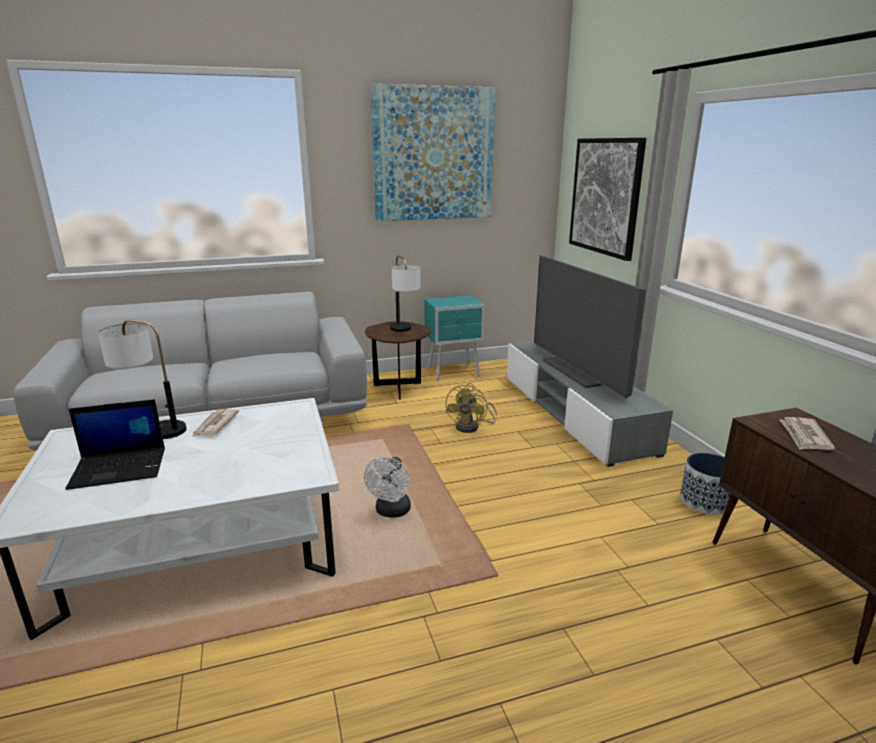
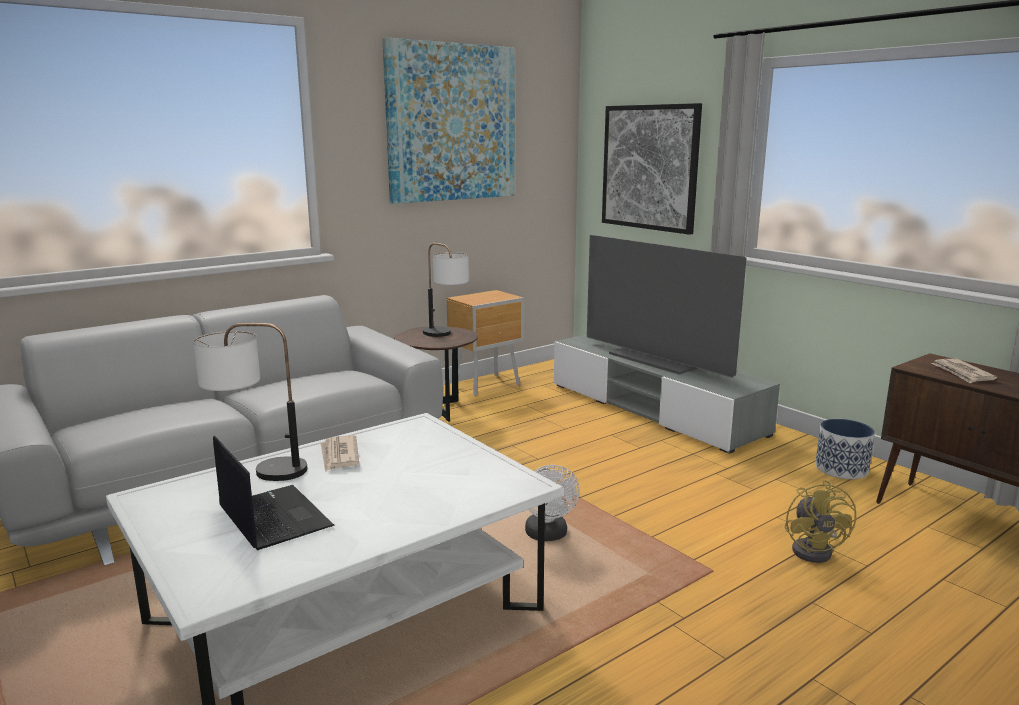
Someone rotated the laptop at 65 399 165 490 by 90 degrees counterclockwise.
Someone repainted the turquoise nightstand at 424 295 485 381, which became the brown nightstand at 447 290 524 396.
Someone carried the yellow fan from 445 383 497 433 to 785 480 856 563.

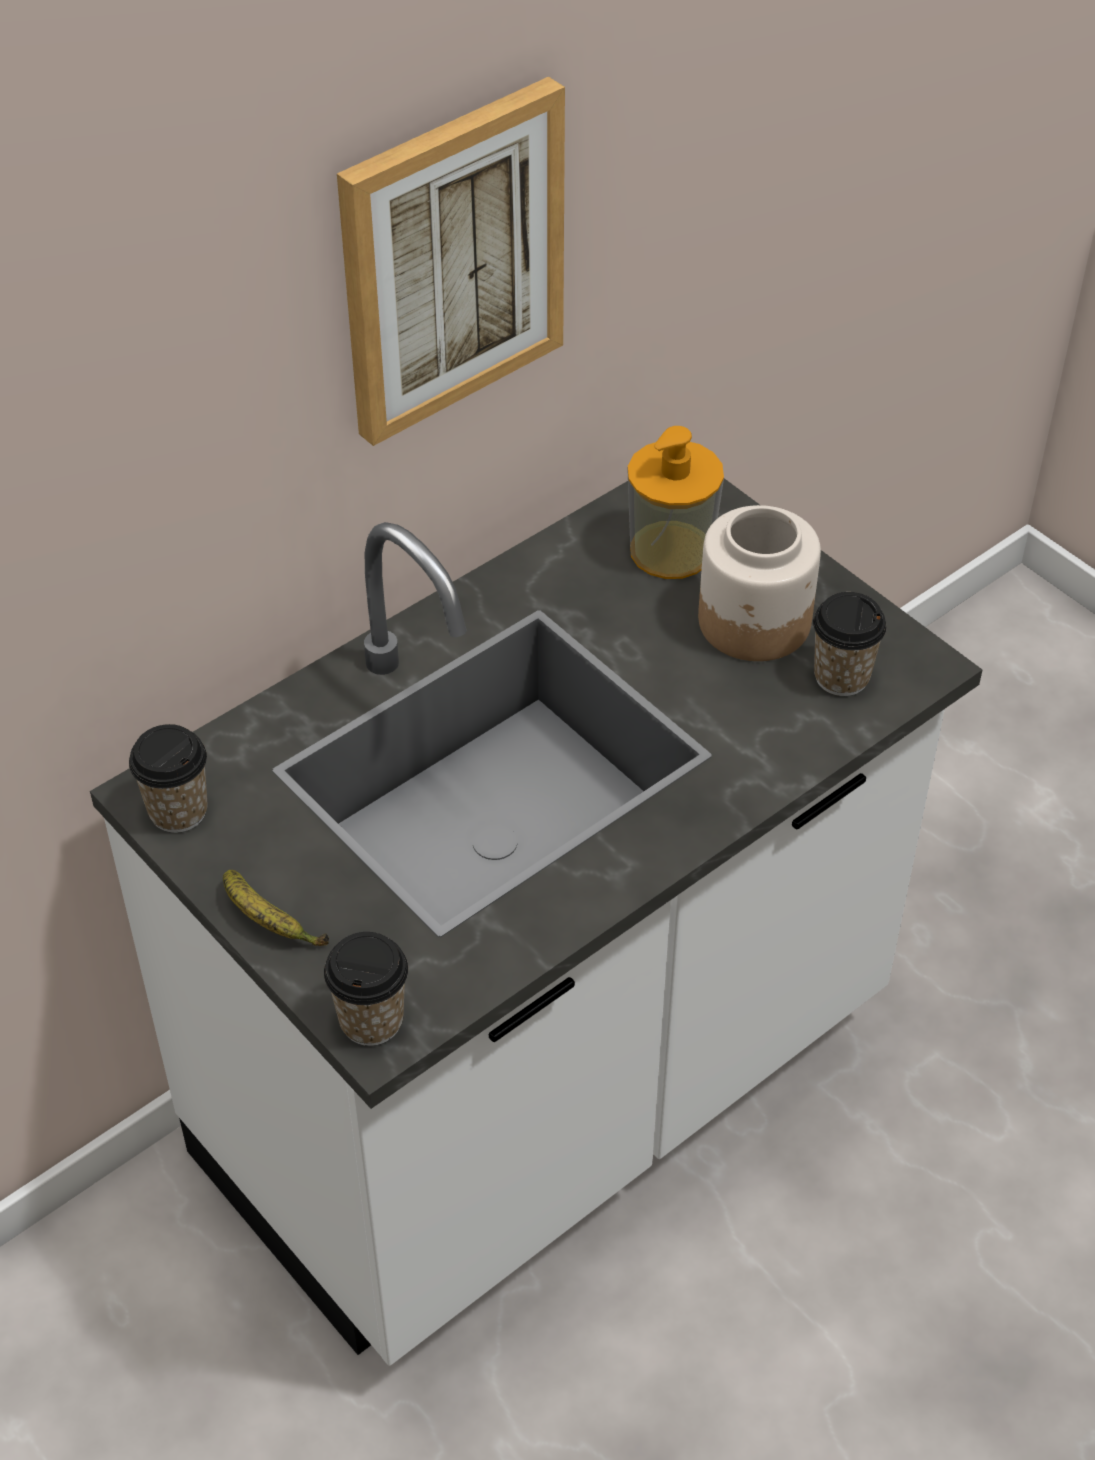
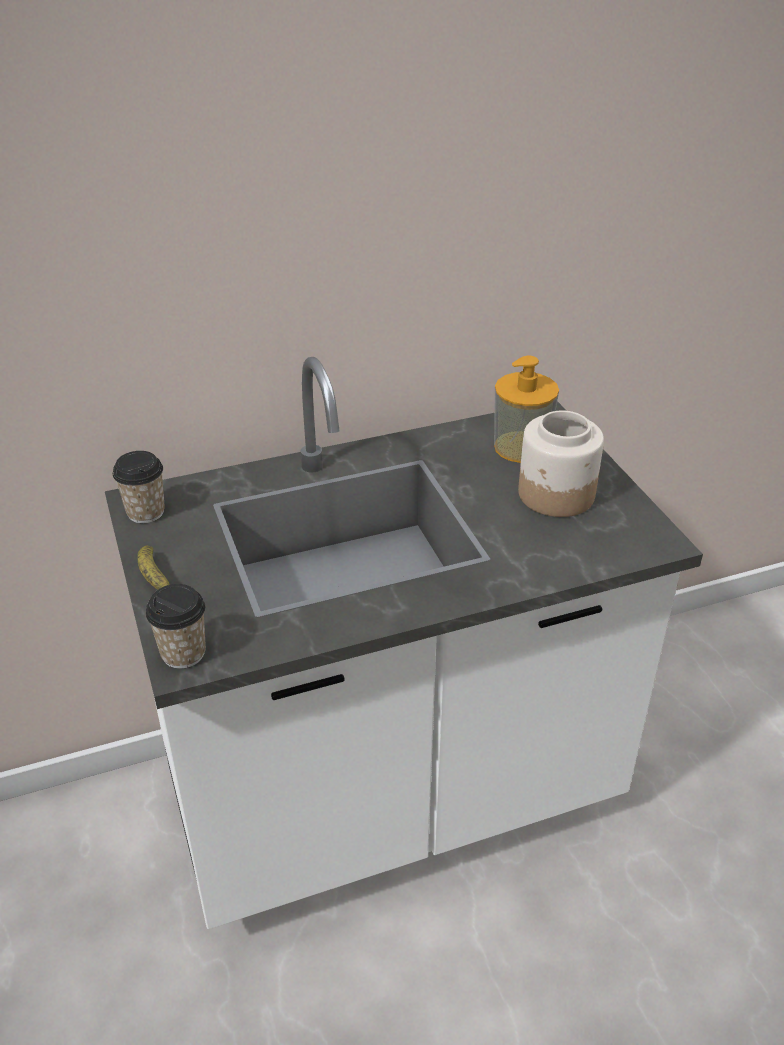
Someone took away the picture at 337 77 565 446.
Someone took away the cup at 813 592 887 696.

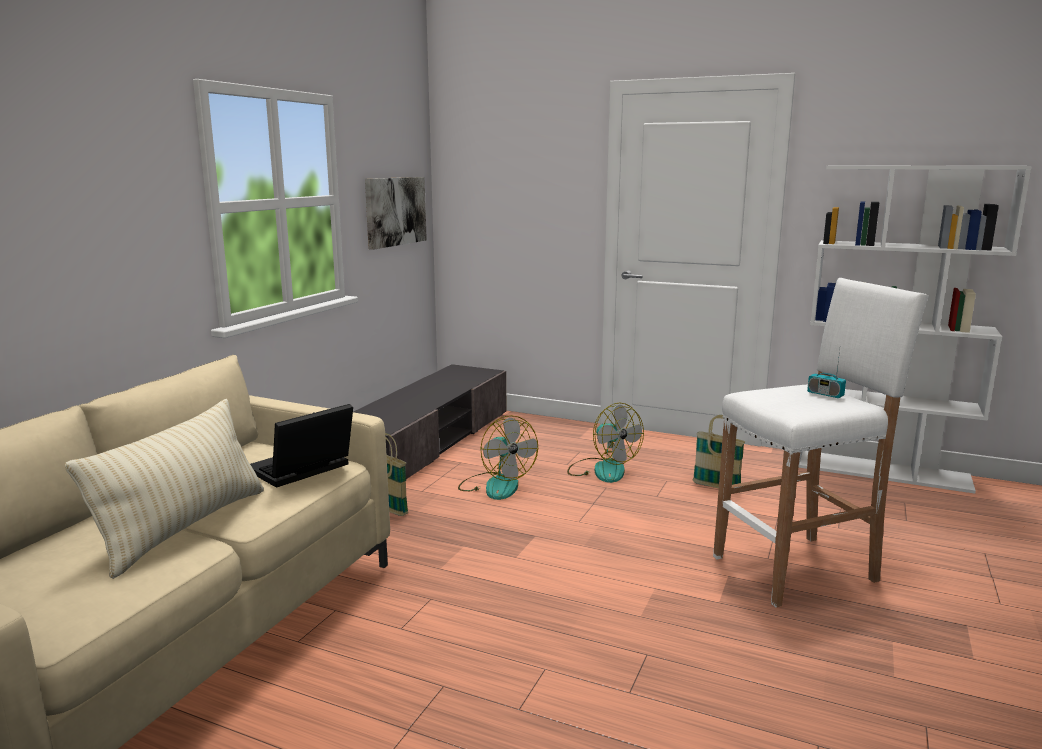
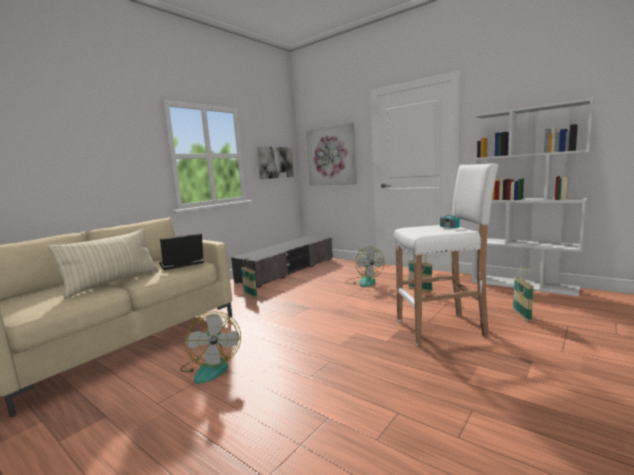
Someone carried the fan from 458 415 538 500 to 180 311 241 384.
Someone put up the picture at 306 122 357 186.
Someone put down the basket at 513 267 534 321.

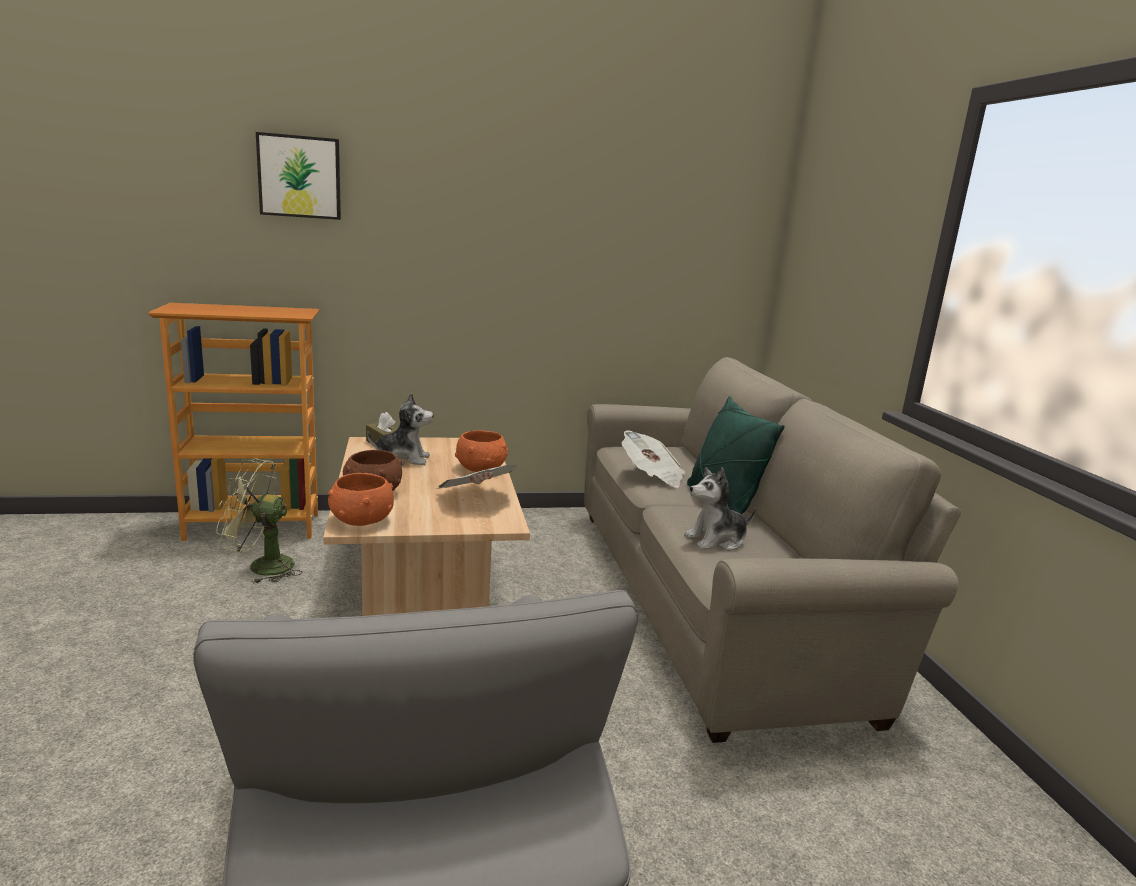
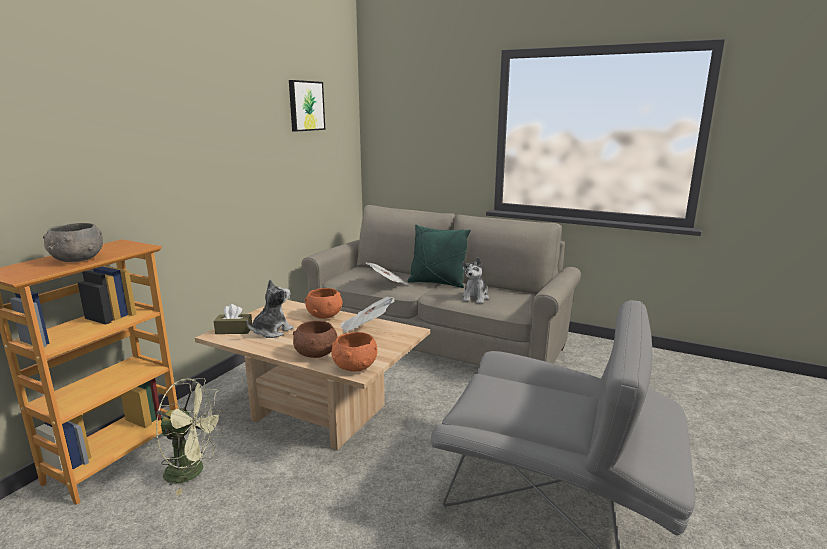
Someone rotated the green fan at 216 459 303 584 by 120 degrees counterclockwise.
Someone carried the picture from 256 132 341 220 to 289 80 325 132.
Someone put down the grey bowl at 43 223 103 262.

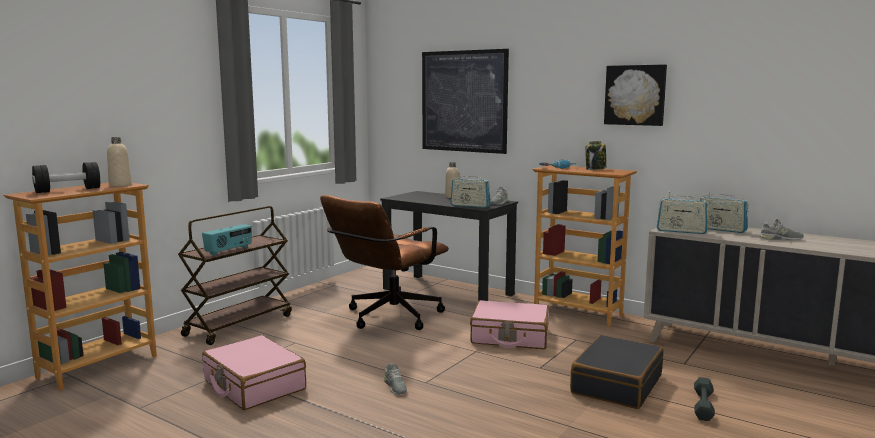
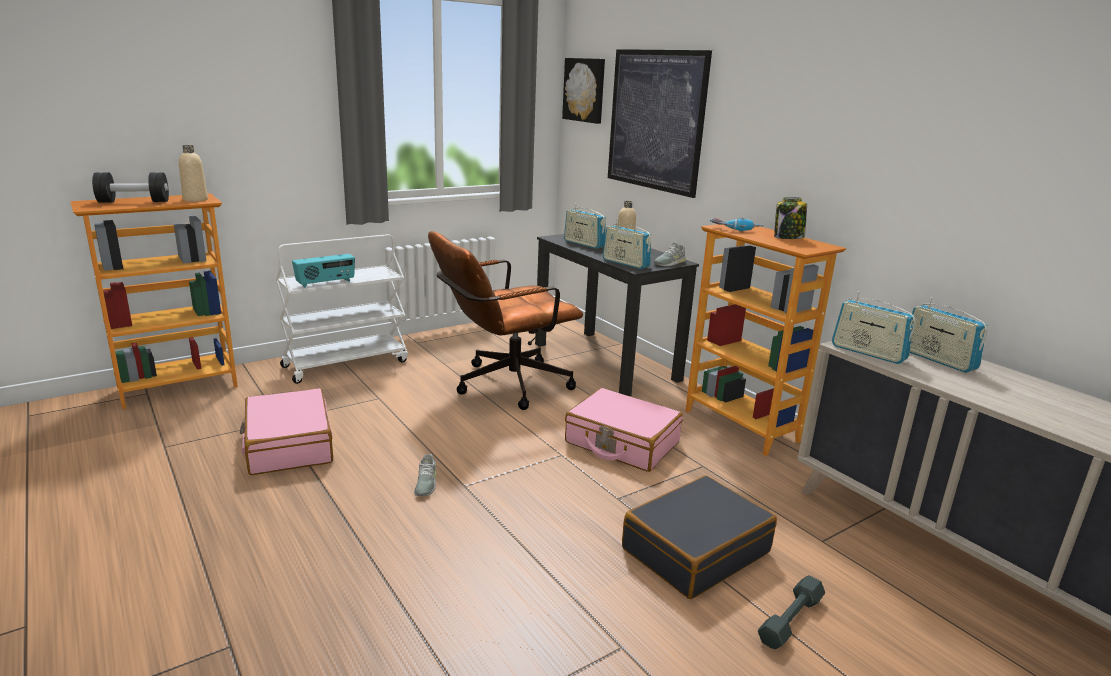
Someone repainted the brown cart at 178 206 292 345, which became the white cart at 276 234 408 384.
Someone carried the picture from 604 64 667 126 to 562 58 605 124.
Someone took away the grey shoe at 759 218 804 240.
Someone put down the radio at 564 203 606 249.

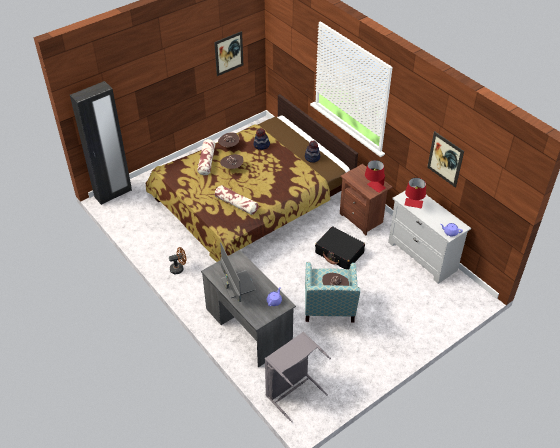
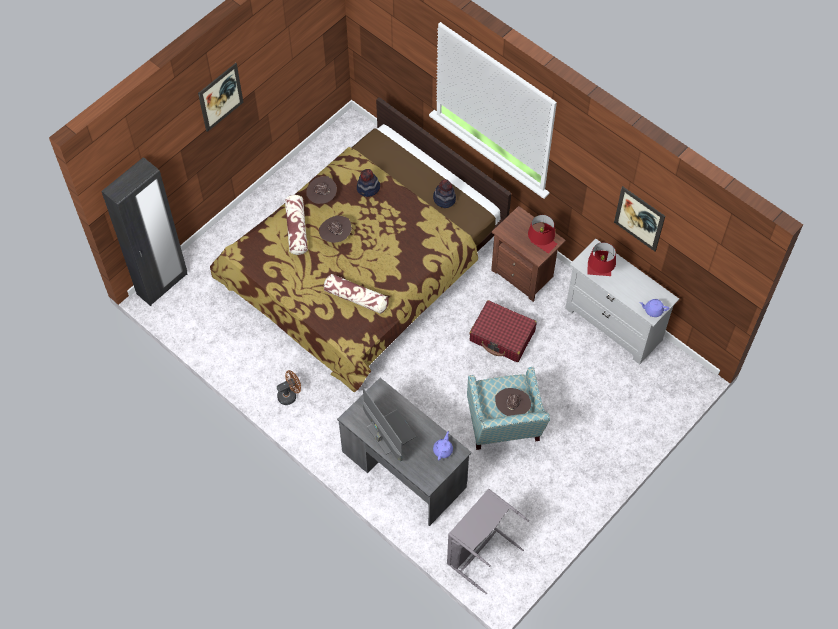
Someone carried the picture from 214 31 243 76 to 198 63 243 132.
Someone repainted the black suitcase at 315 226 365 270, which became the red suitcase at 469 300 537 362.

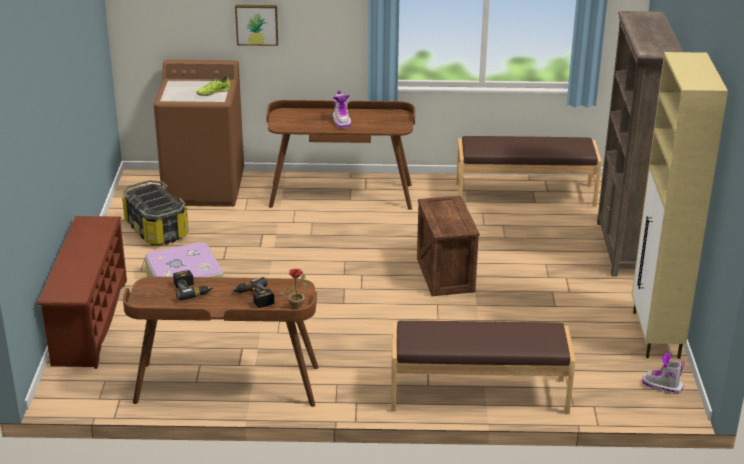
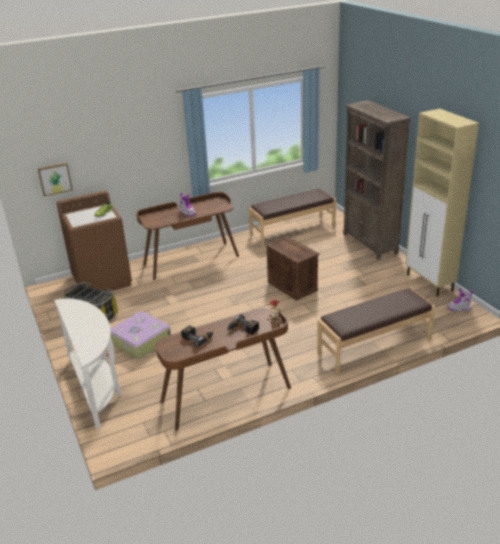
Someone swapped the brown shoe rack at 37 216 127 369 for the white console table at 54 298 122 428.
Someone carried the picture from 235 5 278 46 to 38 163 73 196.

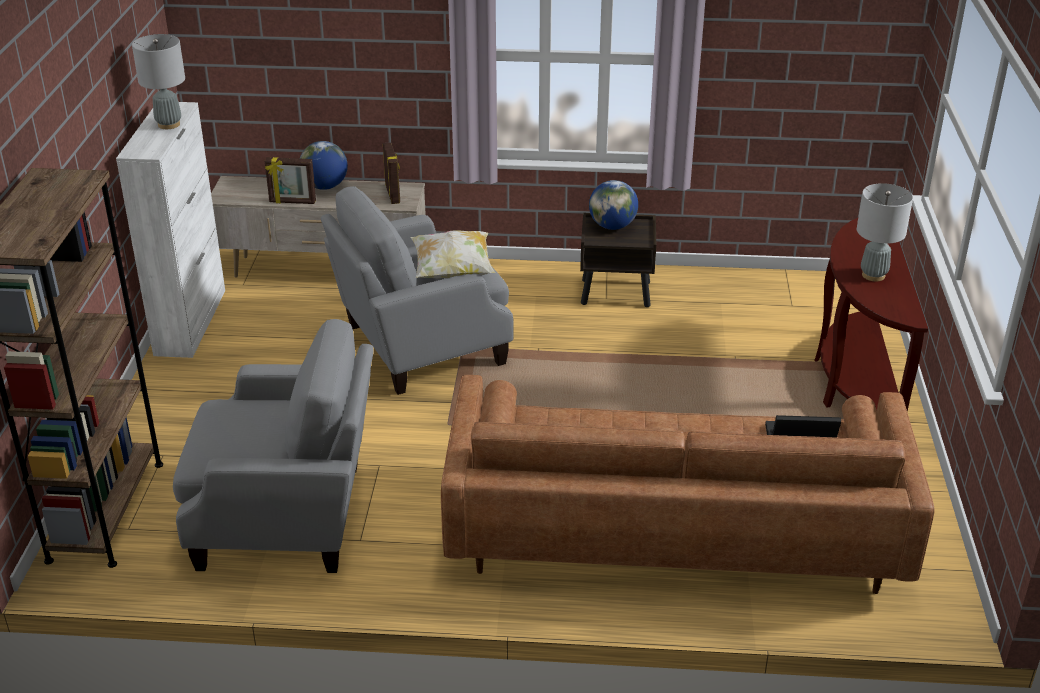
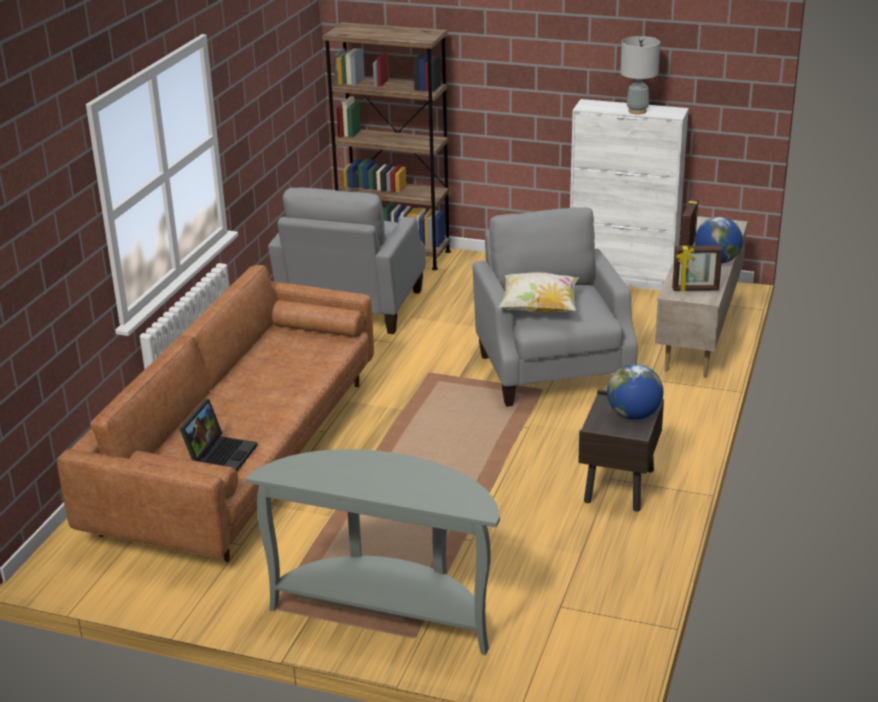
Someone repainted the brown console table at 814 218 928 412, which became the grey console table at 246 449 500 655.
Someone took away the grey table lamp at 857 183 913 281.

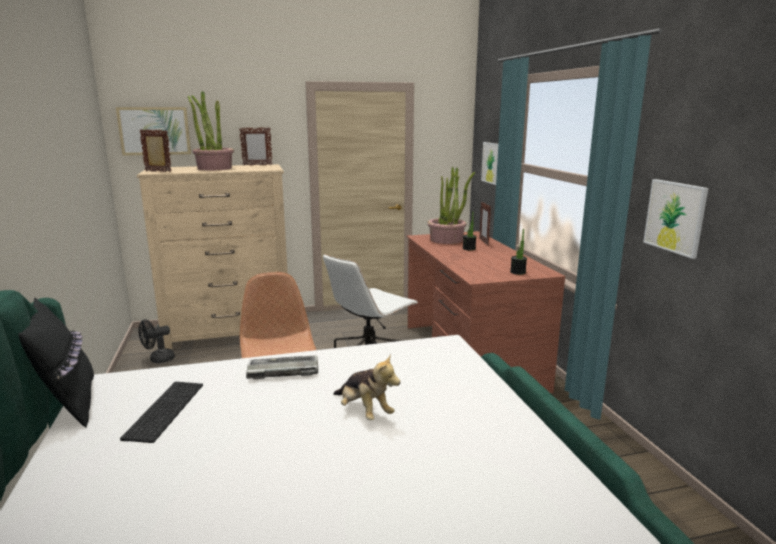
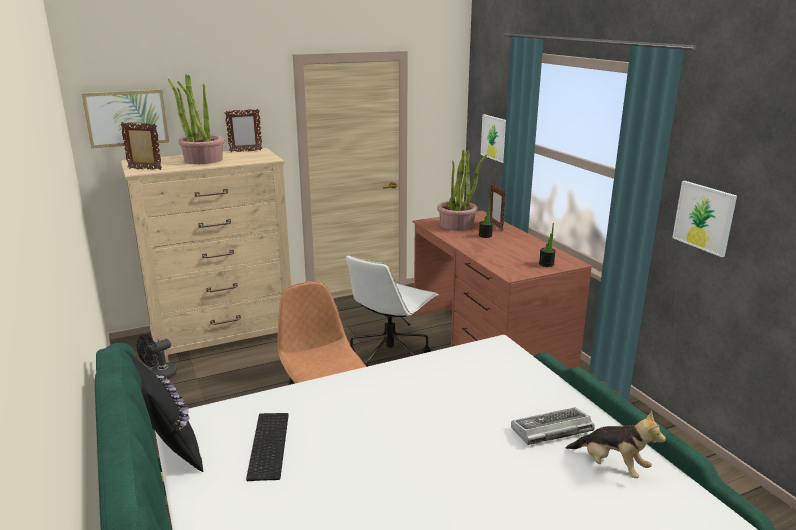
Someone carried the keyboard from 246 355 318 379 to 511 408 595 445.
Someone carried the plush toy from 333 354 400 420 to 566 410 666 478.

